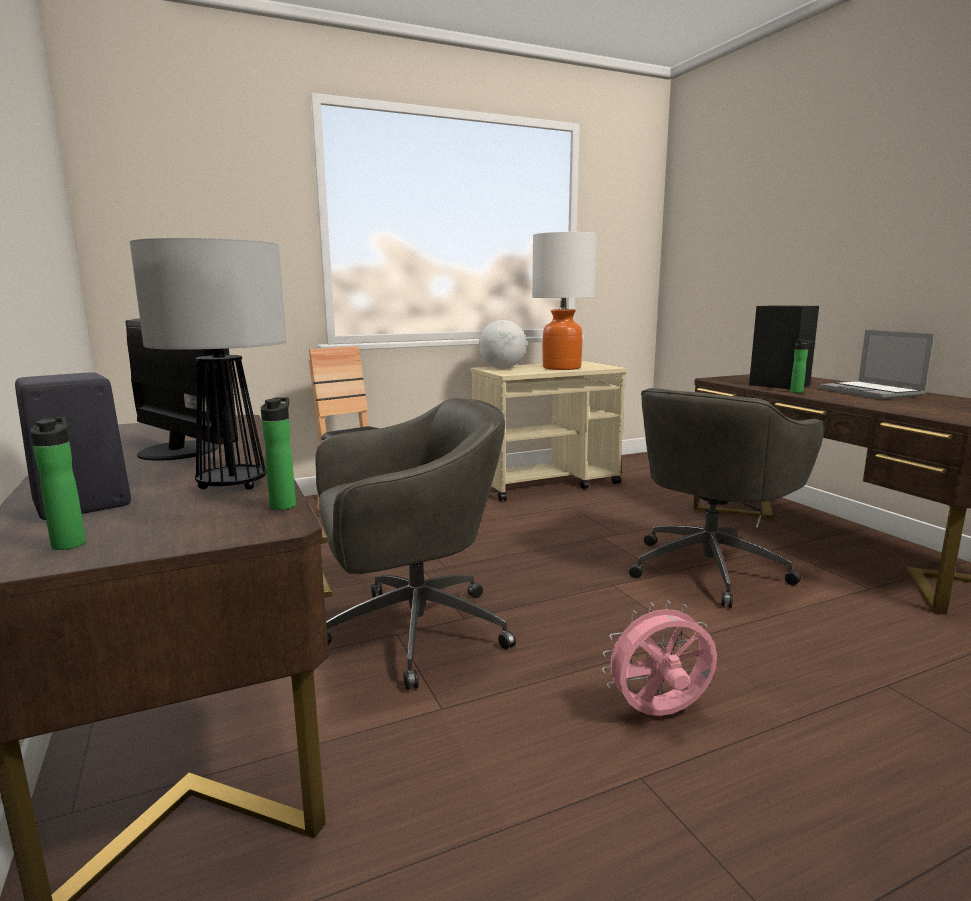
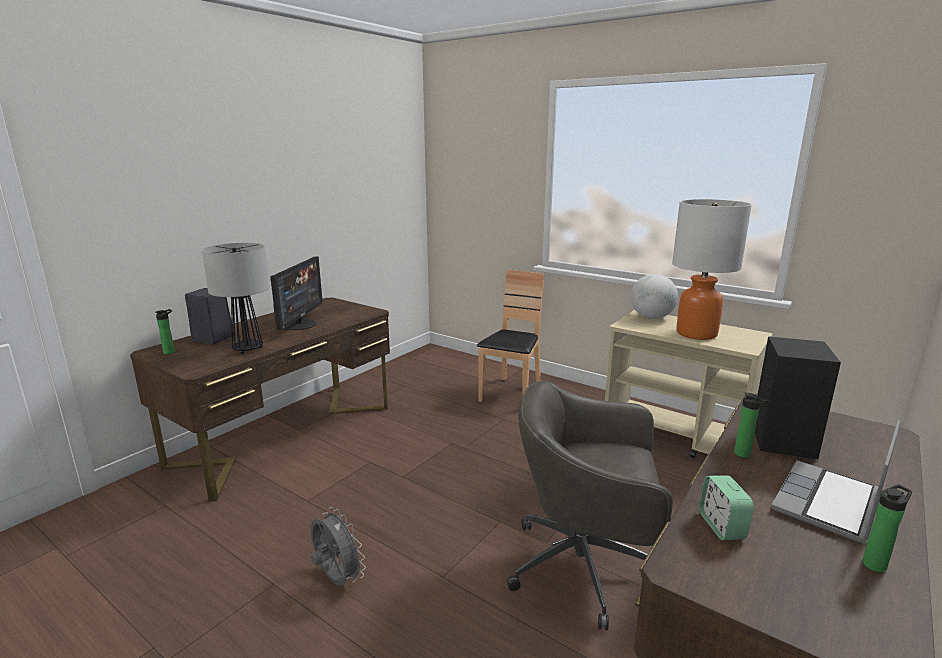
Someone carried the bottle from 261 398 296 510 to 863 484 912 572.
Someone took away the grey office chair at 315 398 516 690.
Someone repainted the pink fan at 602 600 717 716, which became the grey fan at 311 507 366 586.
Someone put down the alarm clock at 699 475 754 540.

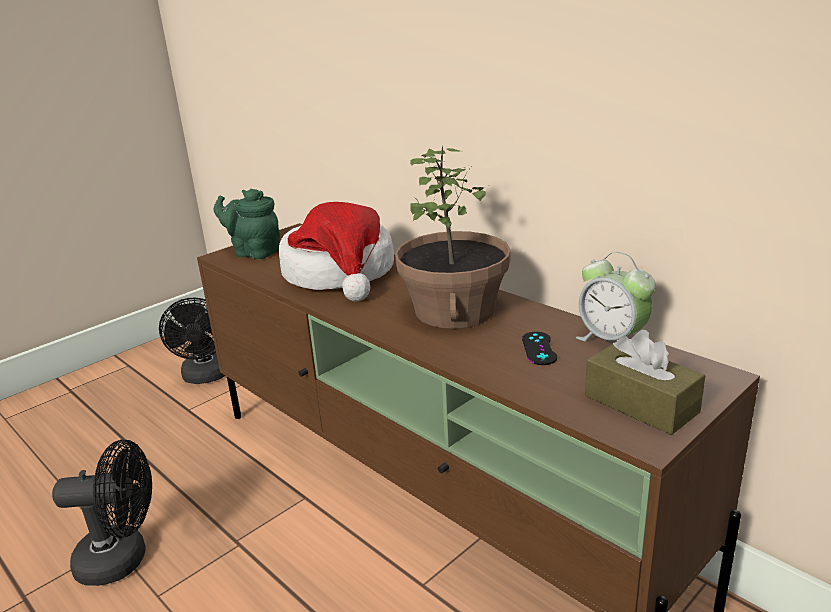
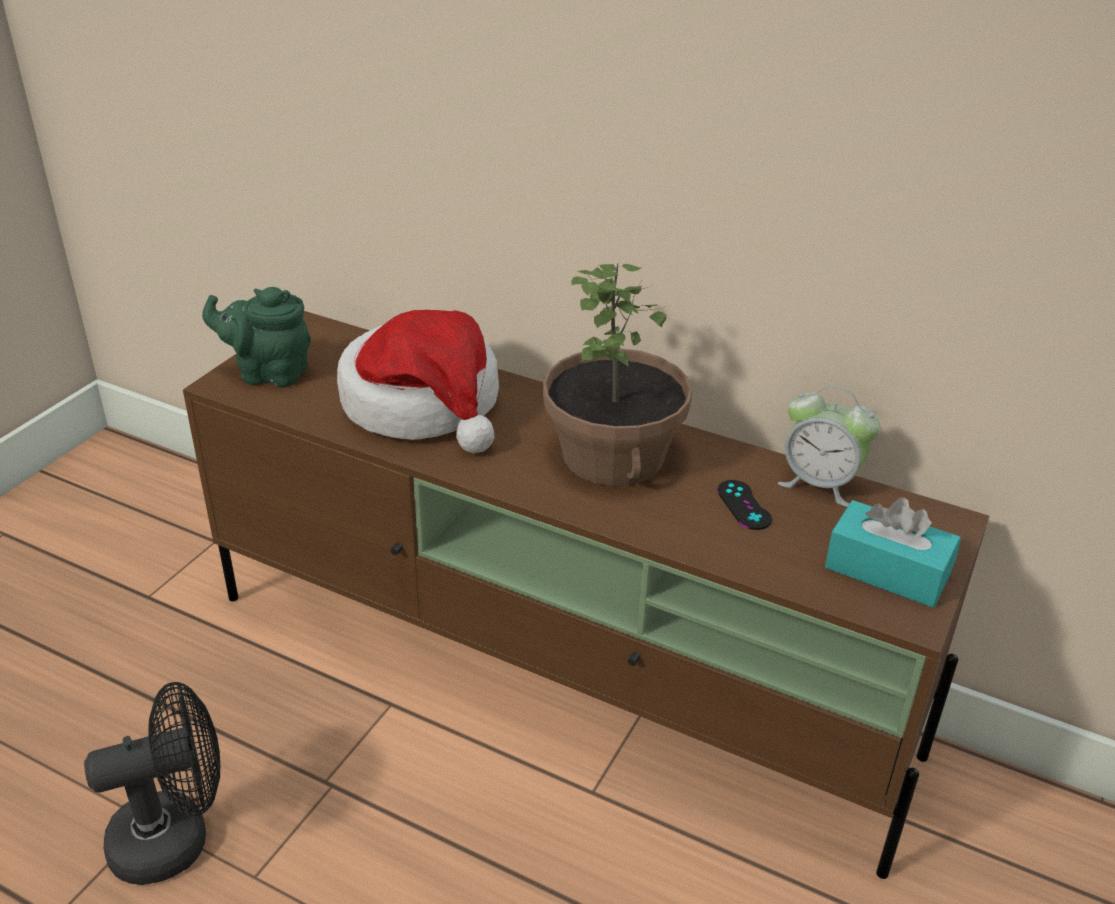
Someone took away the black fan at 159 298 225 384.
Someone repainted the brown tissue box at 585 330 705 435, which became the turquoise tissue box at 825 498 961 608.

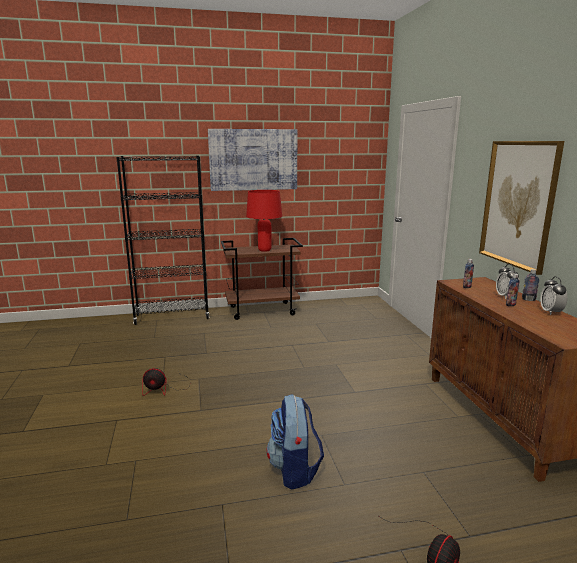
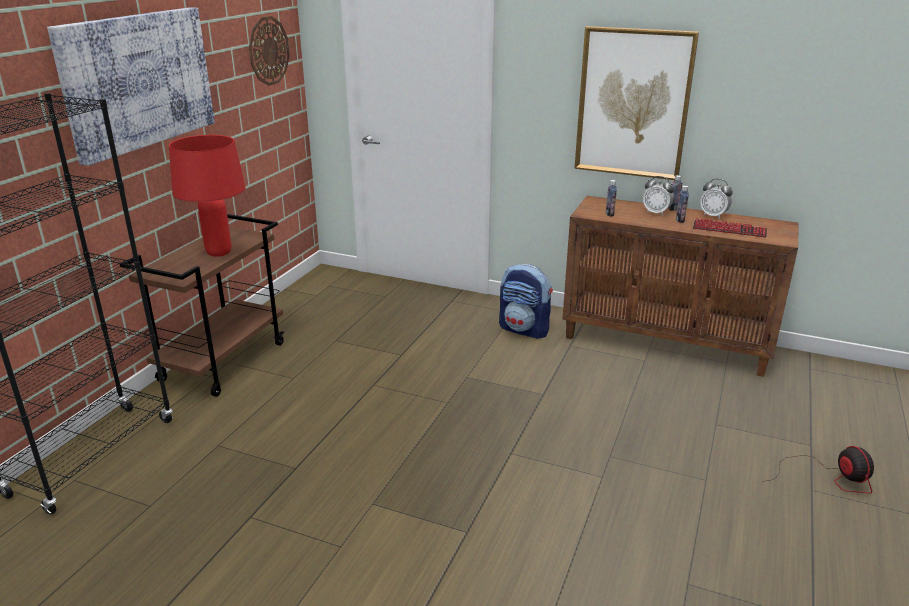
Someone took away the fan at 142 368 191 396.
Someone carried the backpack from 266 394 324 489 to 499 264 553 339.
Someone put up the wall clock at 249 16 290 86.
Someone put down the keyboard at 693 218 767 237.

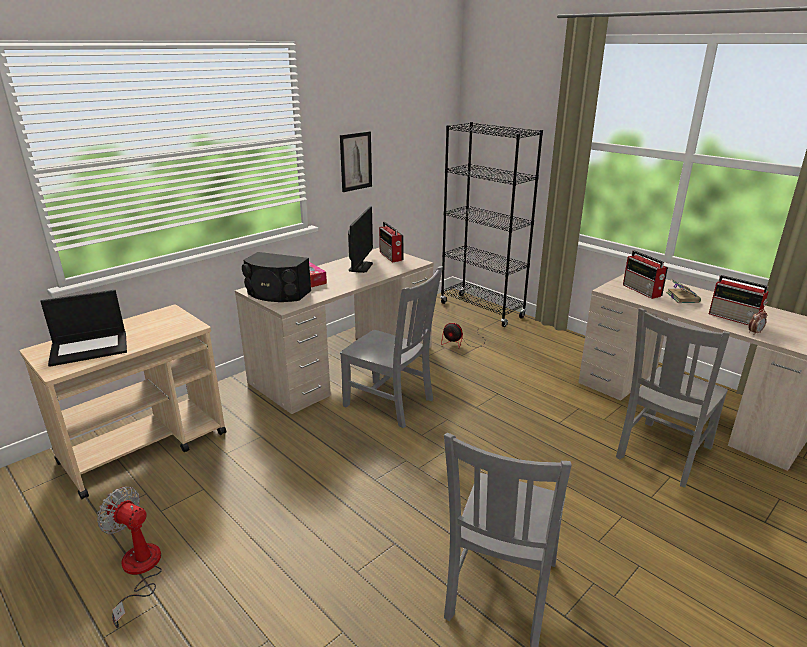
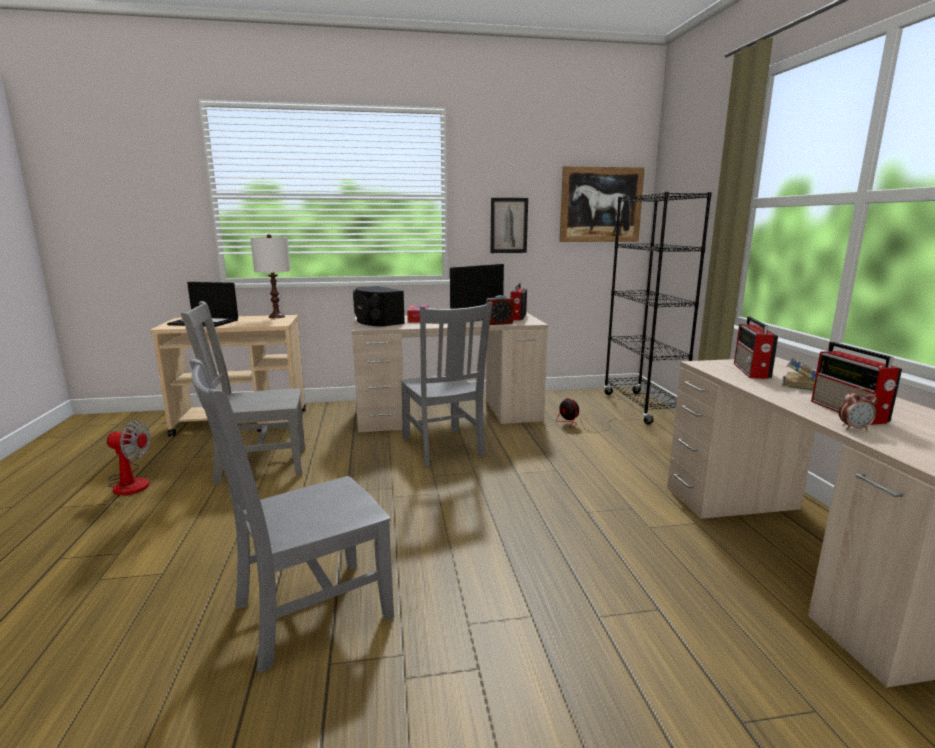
Someone rotated the fan at 97 487 162 628 by 120 degrees clockwise.
Someone carried the grey chair from 616 308 730 487 to 181 301 305 484.
Someone put down the white table lamp at 251 234 290 318.
Someone put down the alarm clock at 486 295 514 325.
Someone put up the picture at 560 166 645 242.

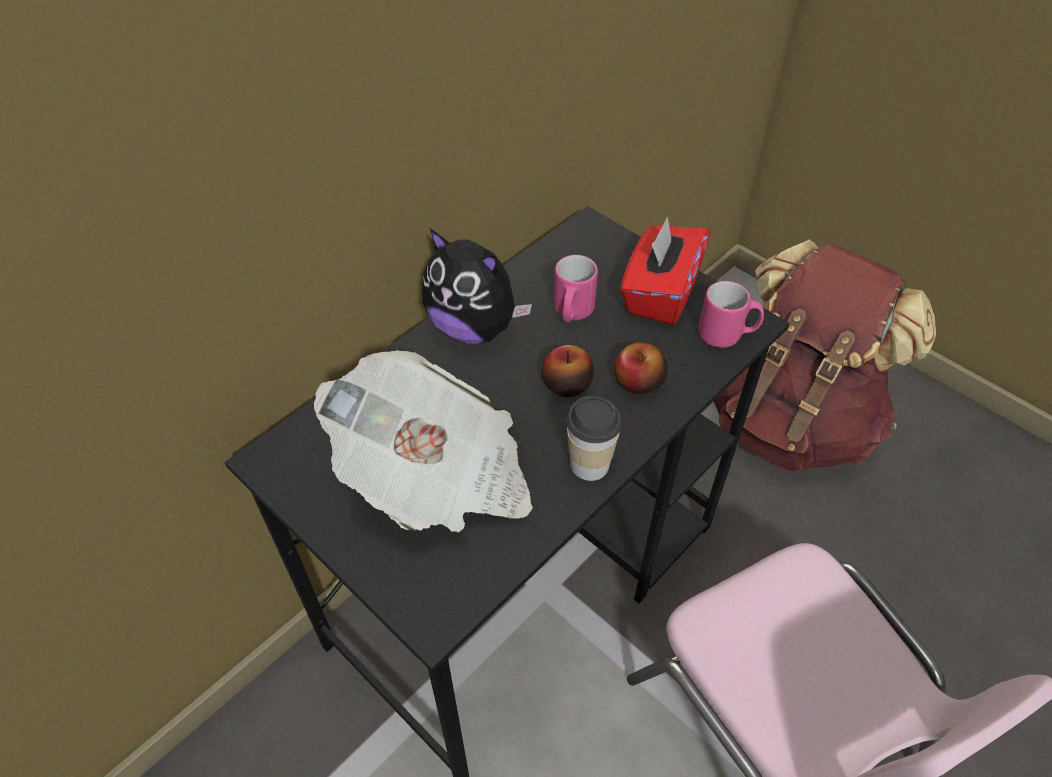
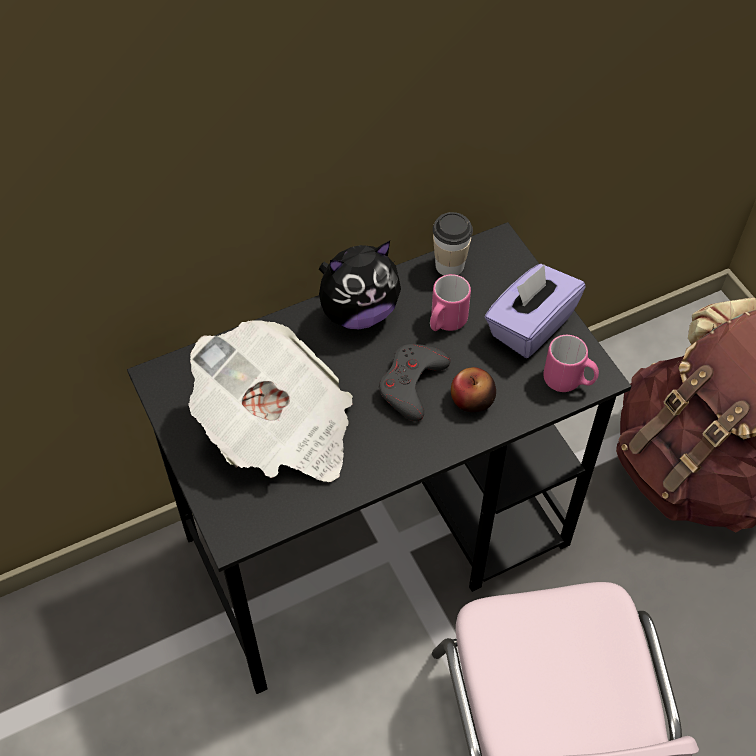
Someone rotated the plush toy at 422 229 532 344 by 75 degrees counterclockwise.
Someone swapped the apple at 542 345 594 397 for the grey game controller at 379 344 451 422.
Someone carried the cup from 566 396 622 481 to 433 212 473 276.
Someone repainted the red tissue box at 620 217 710 325, which became the purple tissue box at 485 264 585 358.

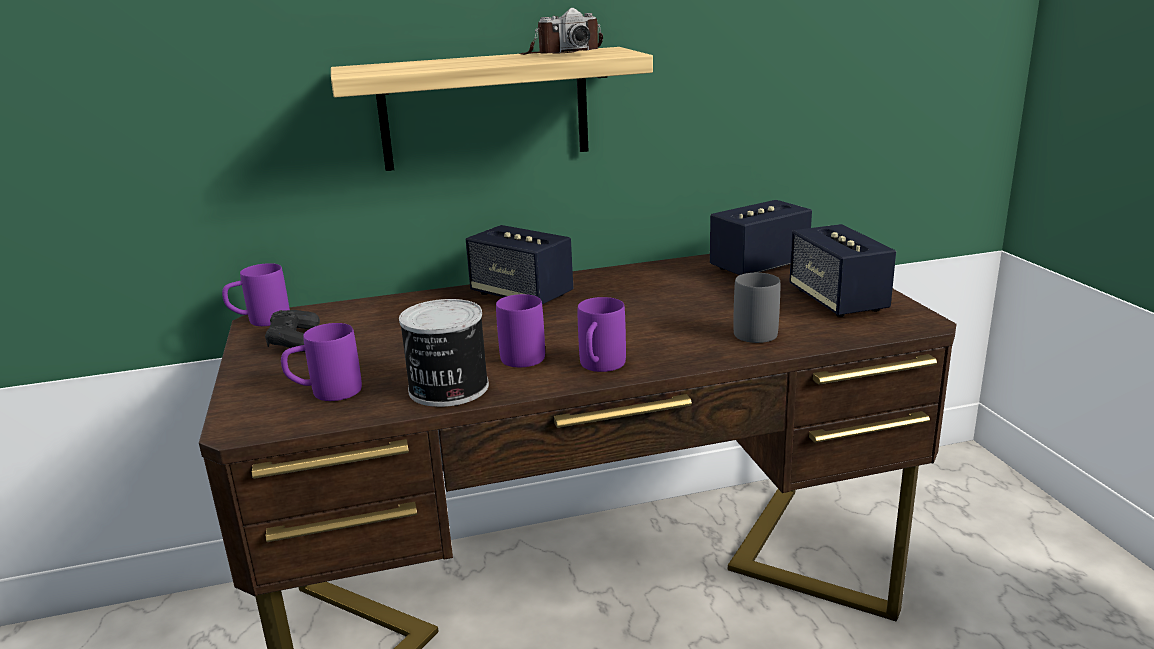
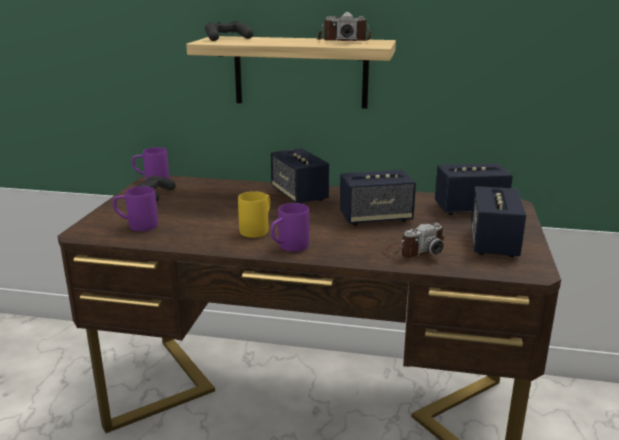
Someone took away the can at 399 299 489 407.
Someone repainted the purple mug at 496 294 545 367, which became the yellow mug at 238 191 270 238.
Someone swapped the grey mug at 733 273 780 343 for the photo camera at 382 223 444 258.
Someone put down the black game controller at 205 21 253 41.
Someone put down the speaker at 340 170 416 225.

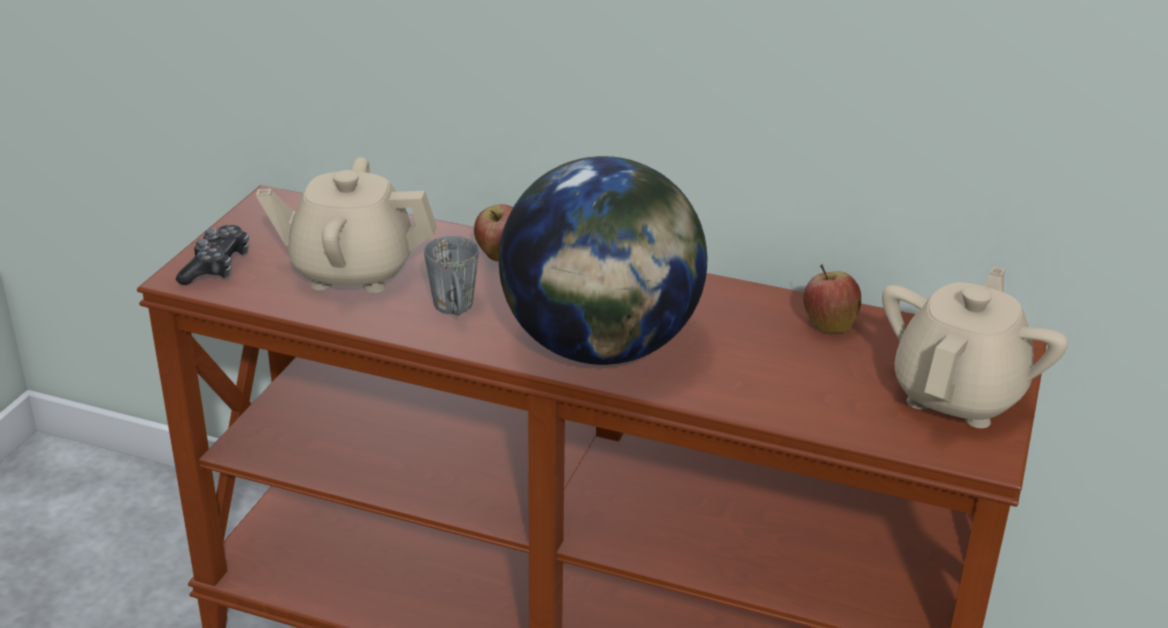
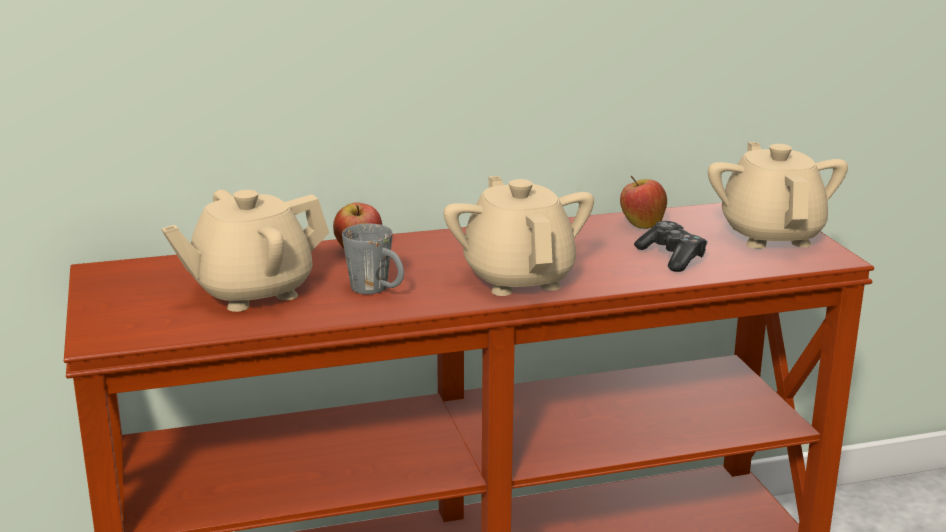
Someone carried the game controller from 176 225 249 285 to 634 221 707 272.
Someone swapped the globe at 499 156 707 365 for the beige teapot at 443 176 594 296.

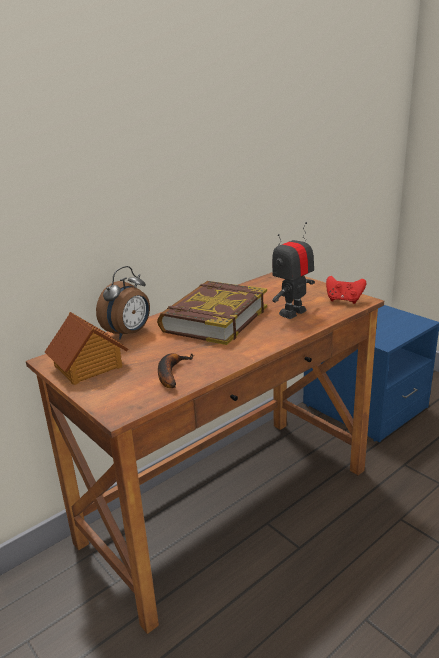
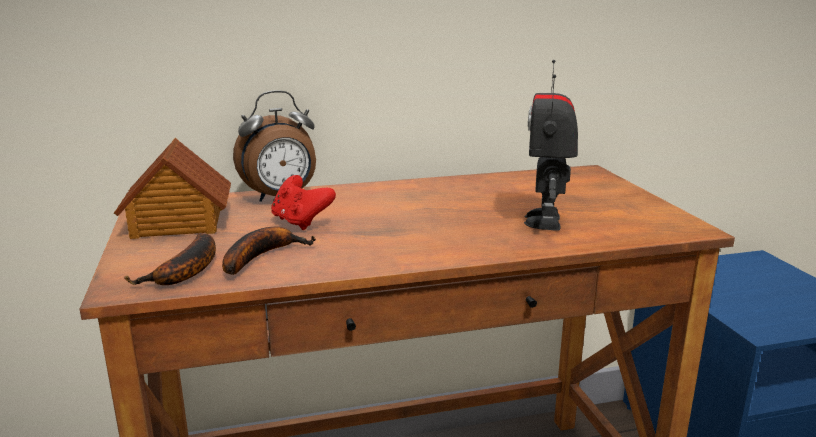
Someone took away the book at 157 281 267 345.
Someone rotated the toy robot at 272 222 315 319 by 60 degrees counterclockwise.
Someone carried the red game controller from 326 276 366 304 to 271 175 336 230.
Someone put down the banana at 124 233 216 285.

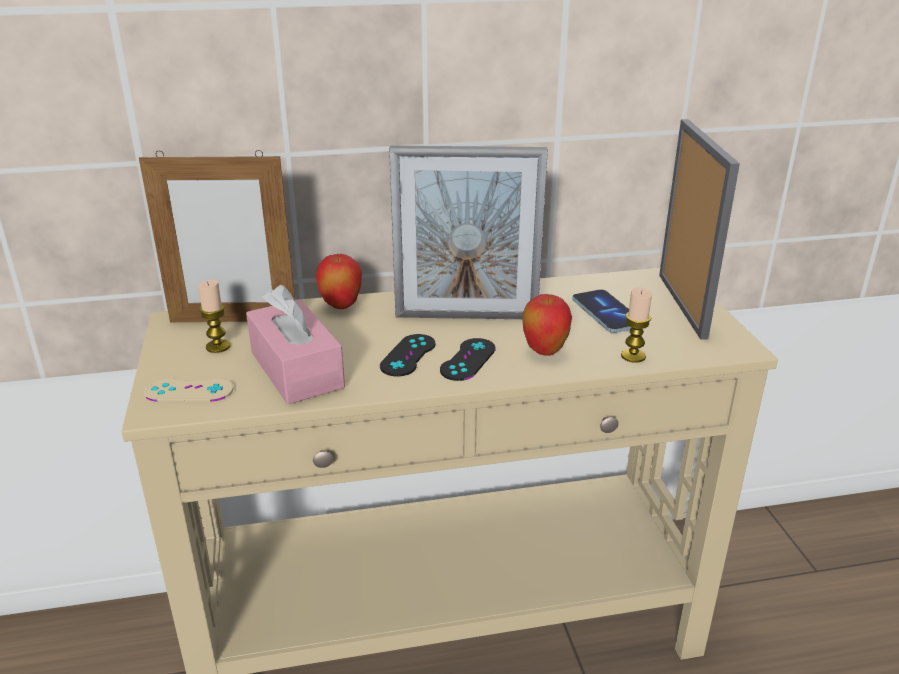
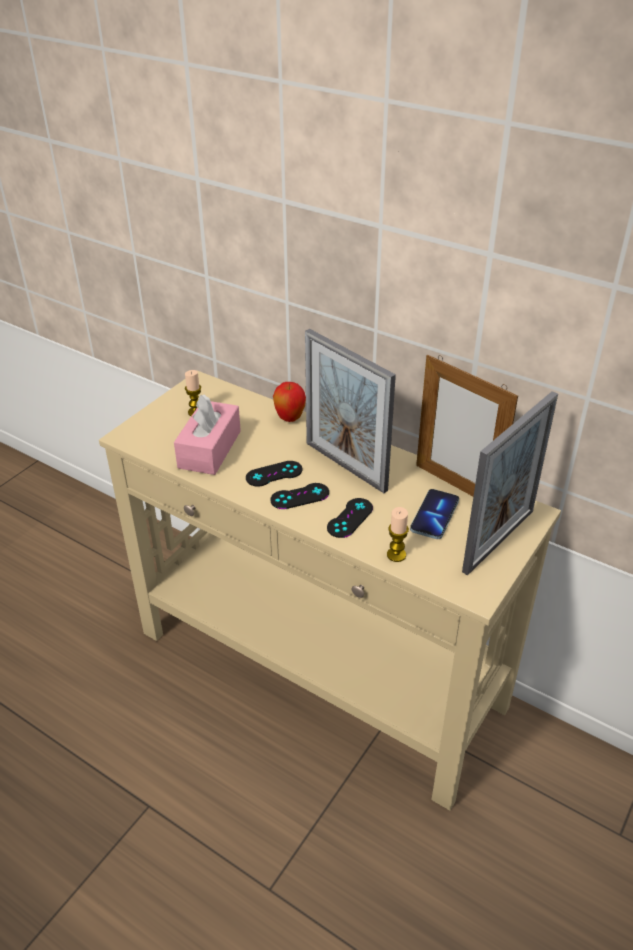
Someone carried the picture frame from 139 150 295 322 to 416 354 518 496.
Someone took away the beige game controller at 144 378 233 402.
Someone swapped the apple at 522 294 572 356 for the black game controller at 327 498 373 538.

